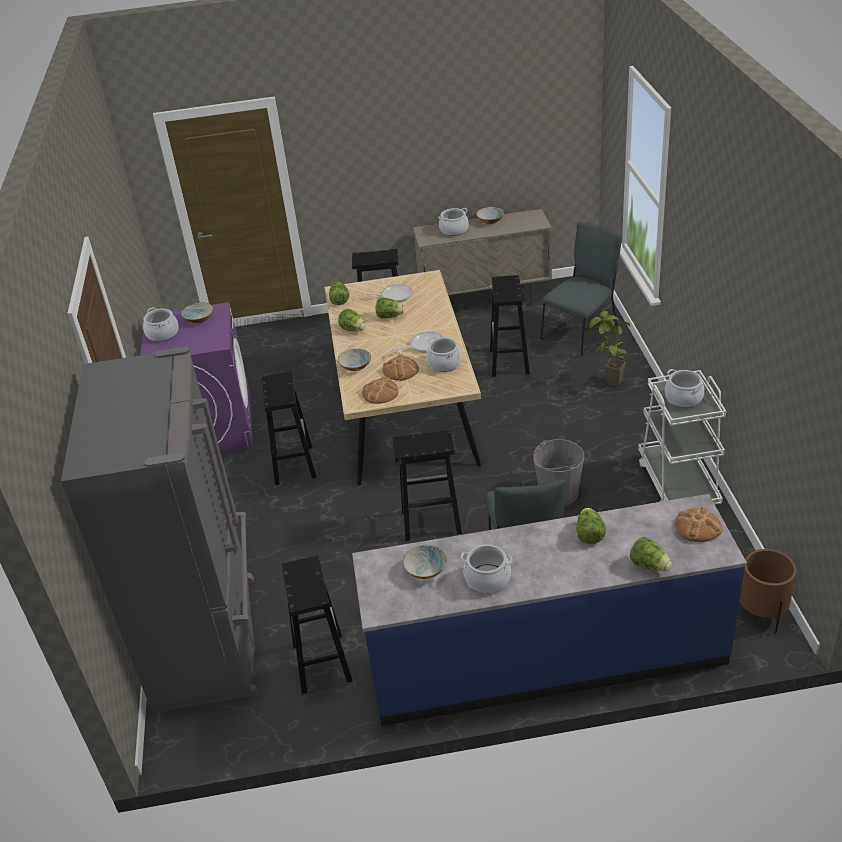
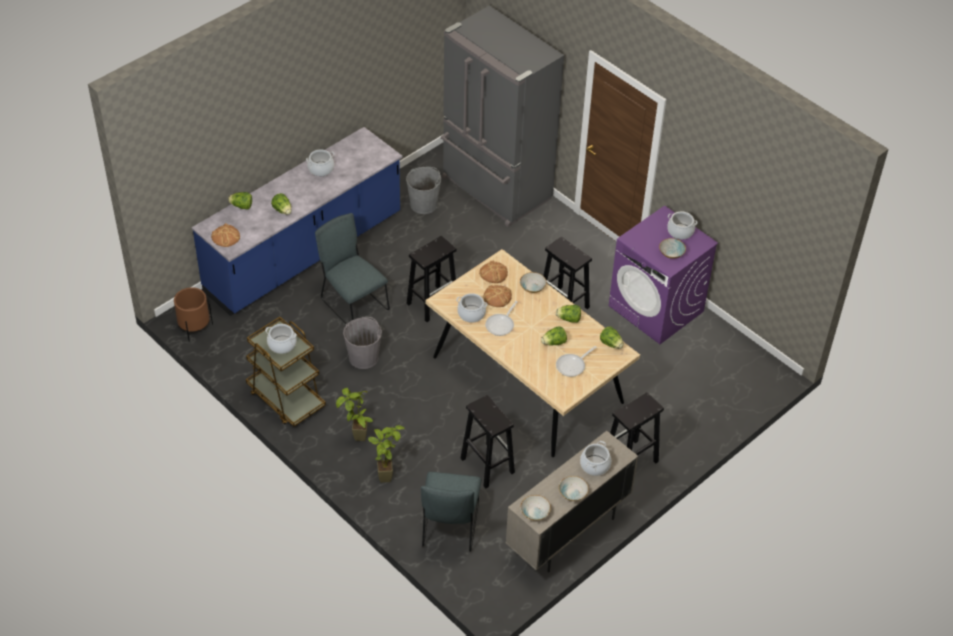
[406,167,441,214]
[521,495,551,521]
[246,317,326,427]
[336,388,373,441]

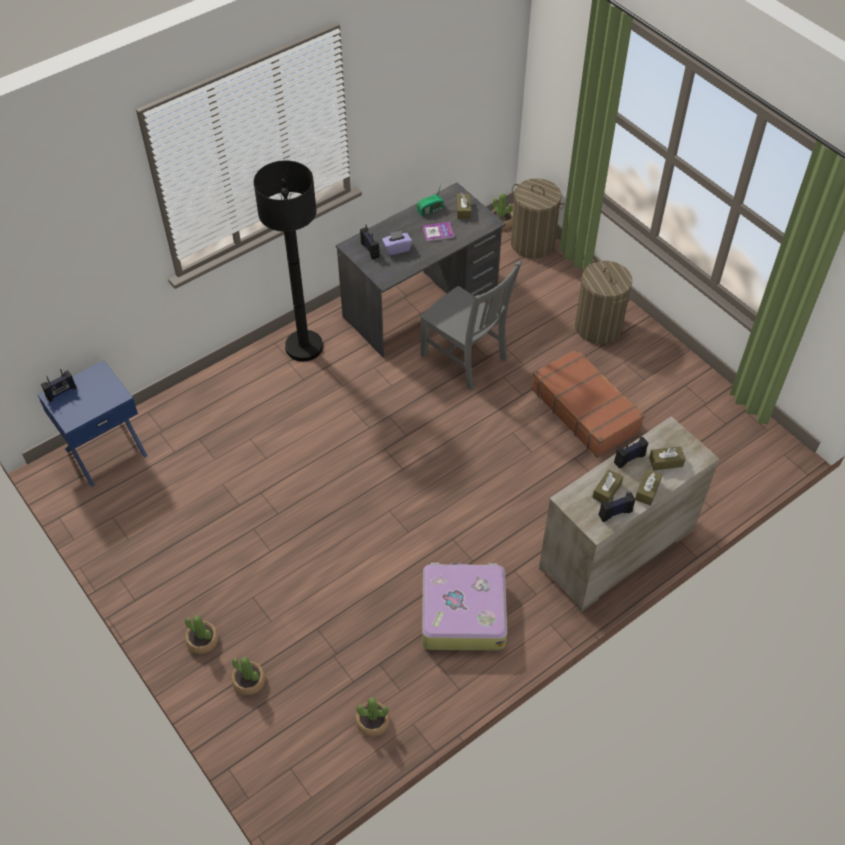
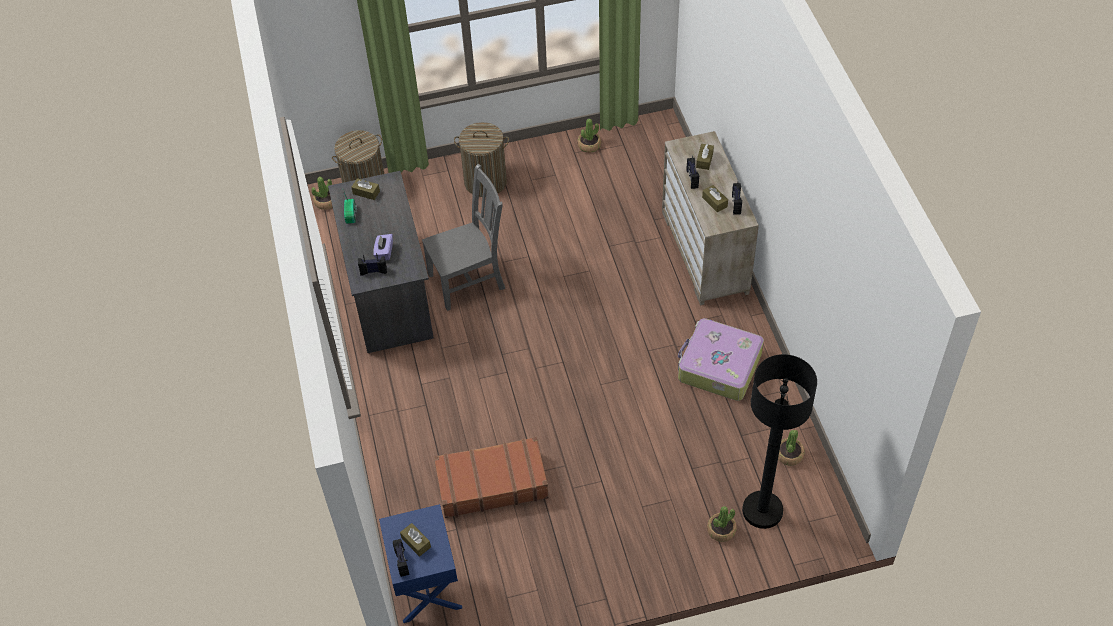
[577,119,601,153]
[742,354,817,529]
[423,222,454,242] (first image)
[434,437,549,518]
[400,523,431,557]

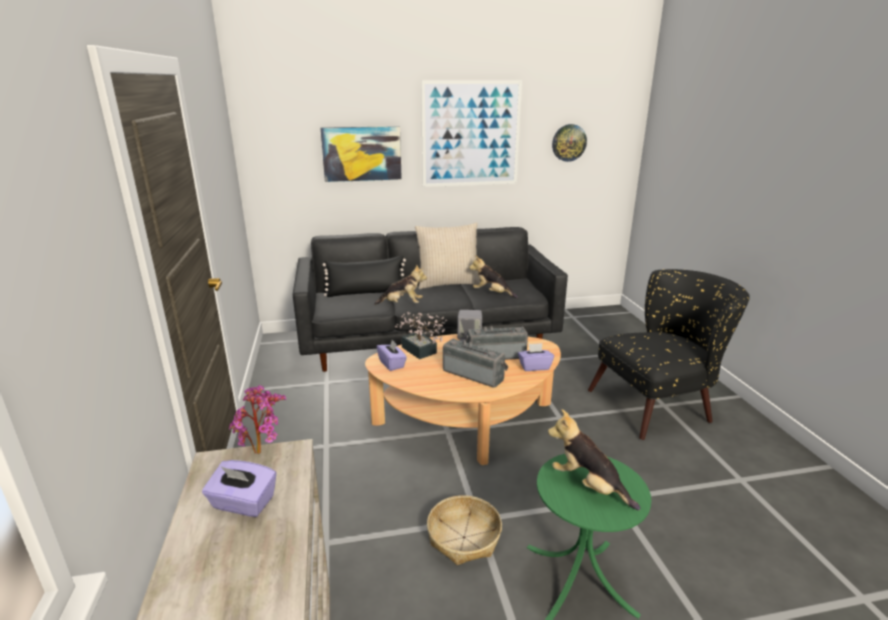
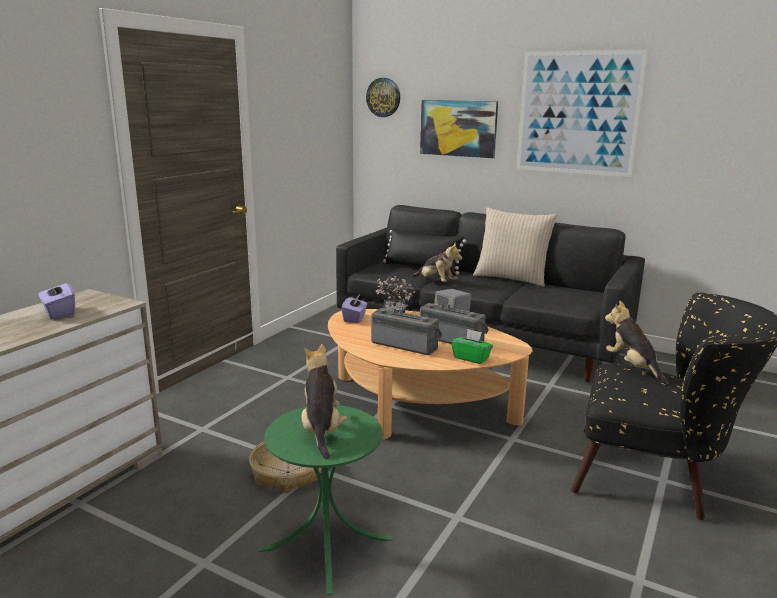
[229,385,286,454] (first image)
[371,308,442,355]
[605,300,668,385]
[451,329,493,364]
[366,78,400,117]

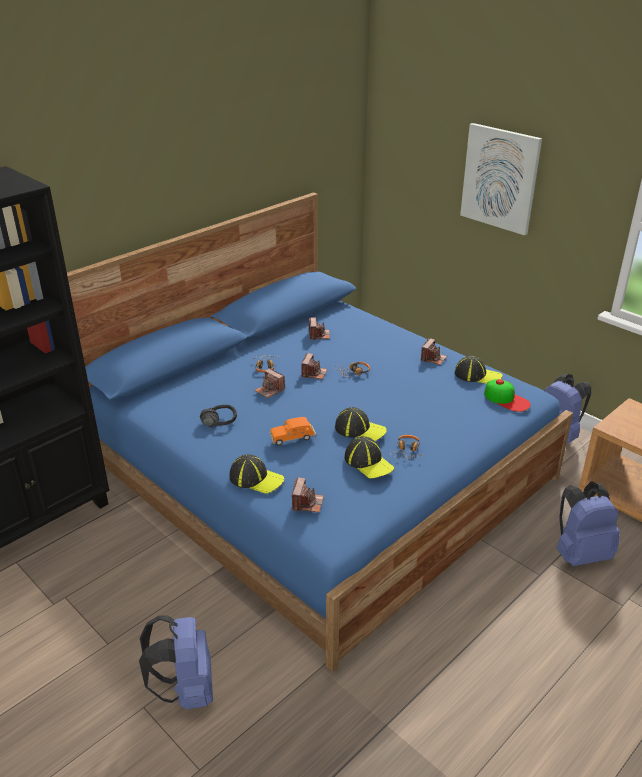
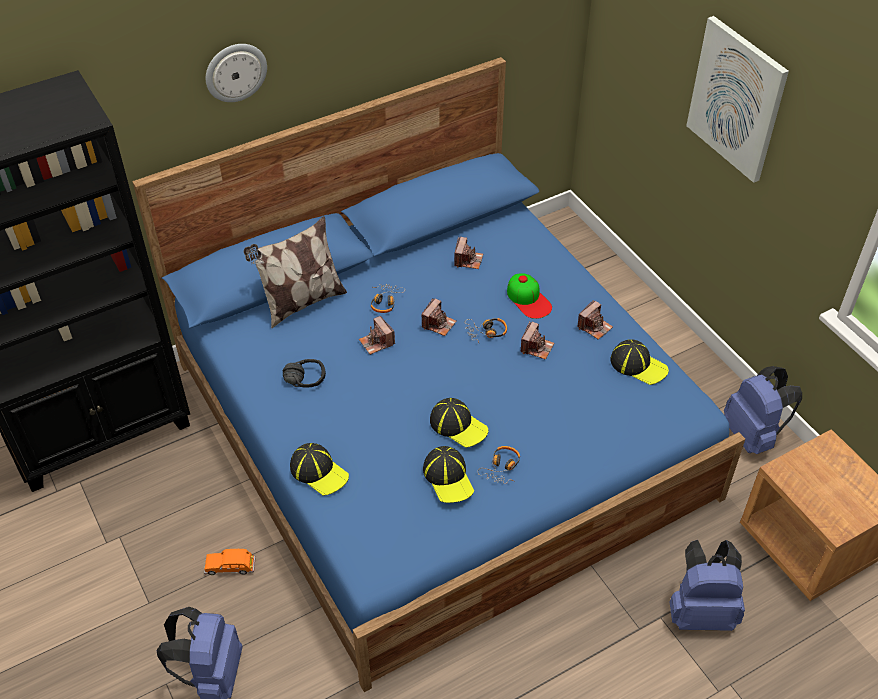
[204,549,256,575]
[521,321,554,360]
[507,273,552,319]
[206,44,267,102]
[244,216,347,328]

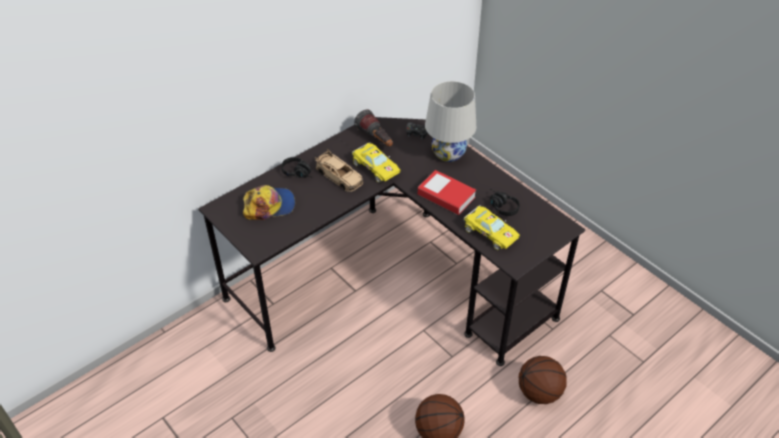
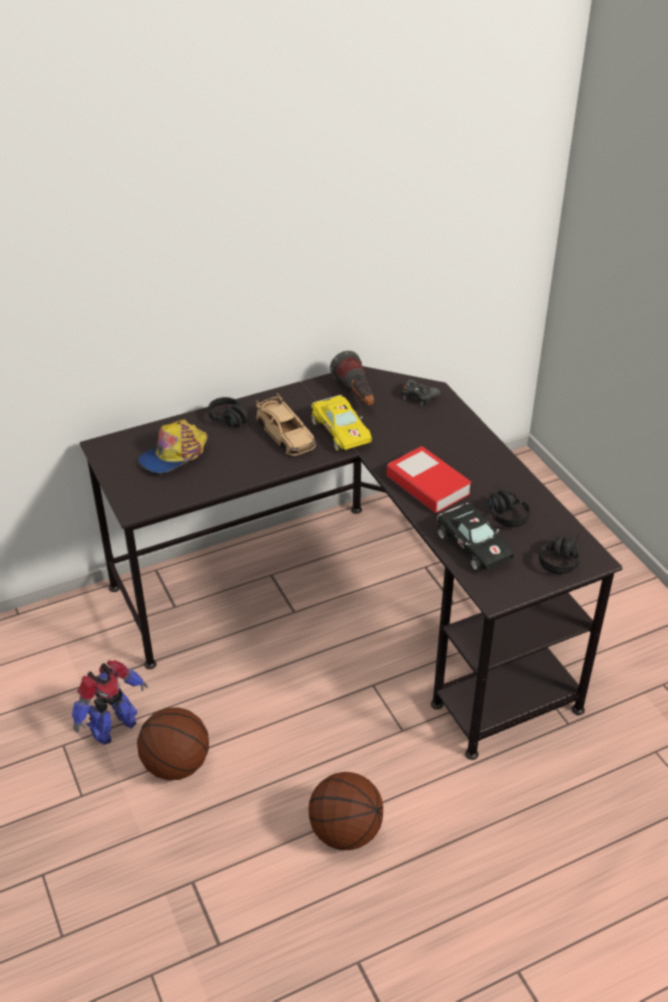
[138,420,207,473]
[425,81,476,162] (first image)
[437,503,514,571]
[137,707,209,780]
[72,660,148,745]
[539,533,580,574]

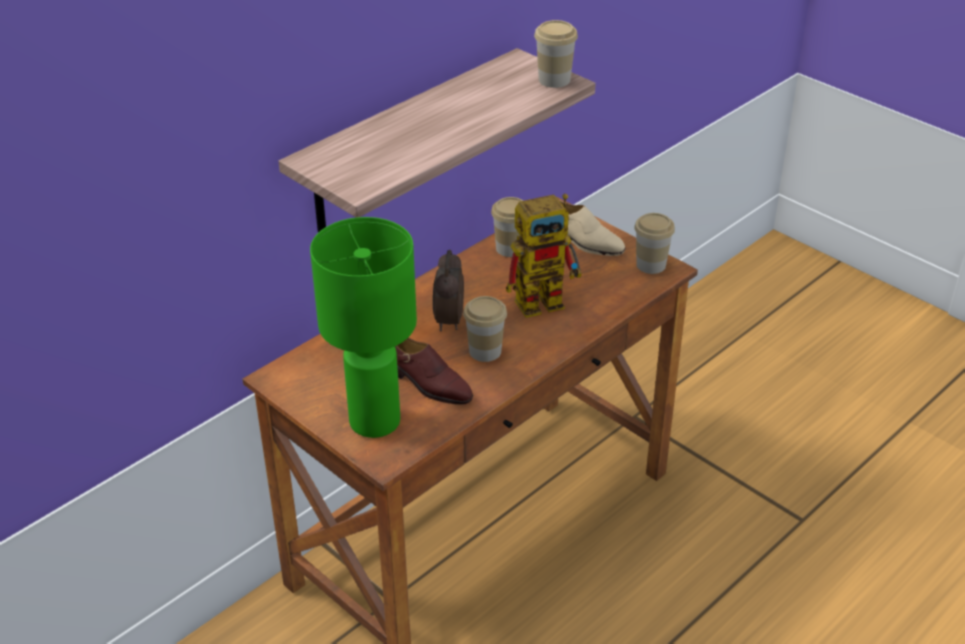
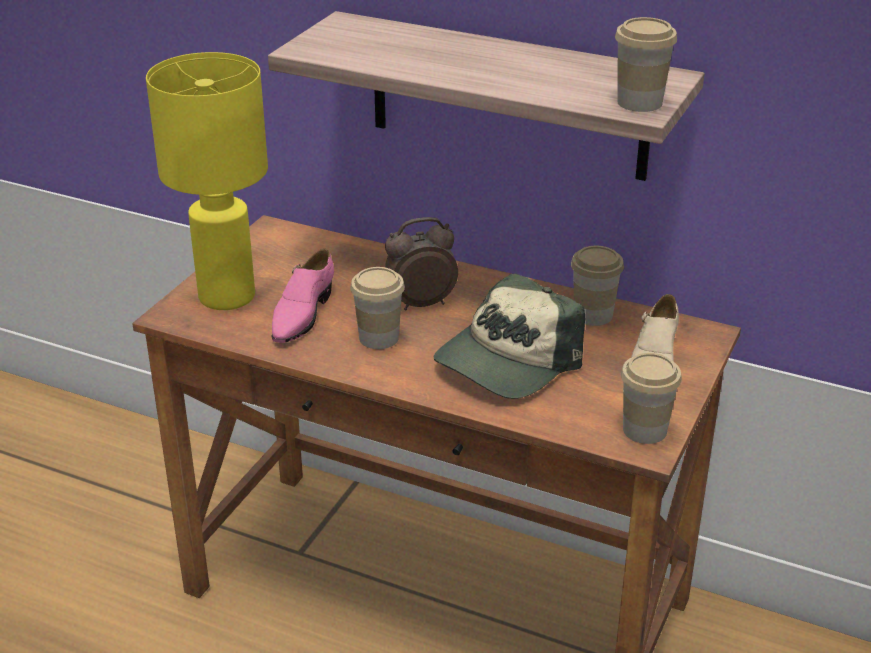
[146,52,268,310]
[272,249,334,343]
[434,274,585,399]

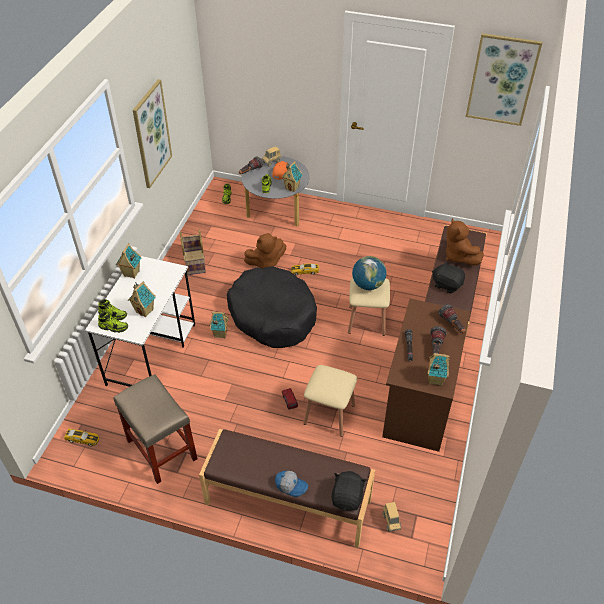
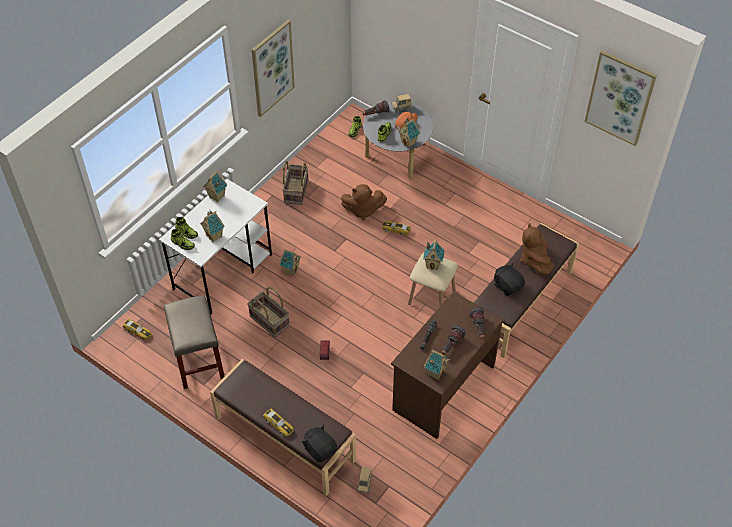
[227,266,317,348] (first image)
[263,409,294,437]
[303,365,357,437] (first image)
[302,425,337,462]
[423,239,445,270]
[247,287,290,337]

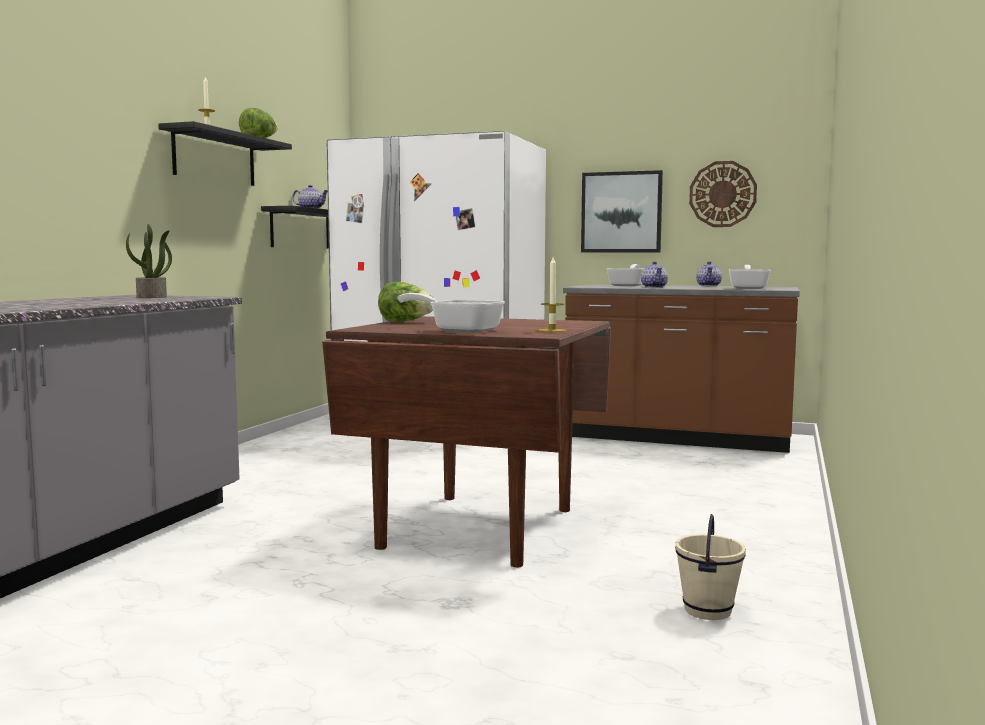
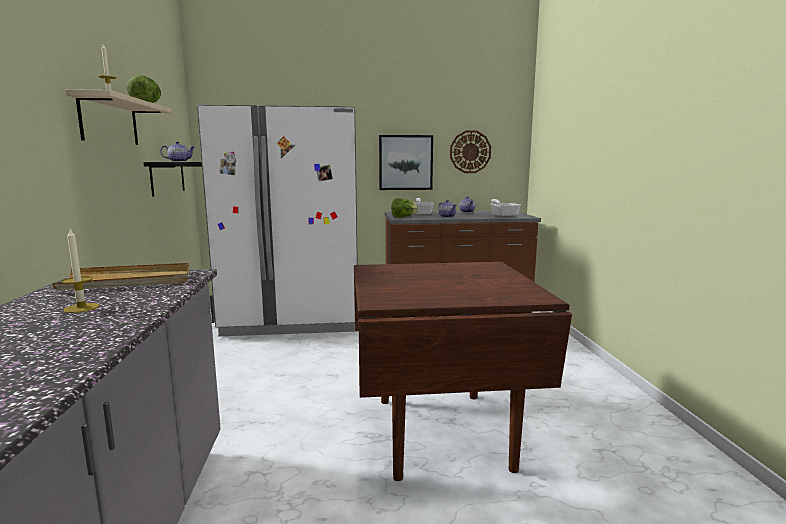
[52,263,190,290]
[65,89,172,145]
[391,198,419,218]
[398,293,505,333] (first image)
[62,229,99,313]
[675,514,746,620] (first image)

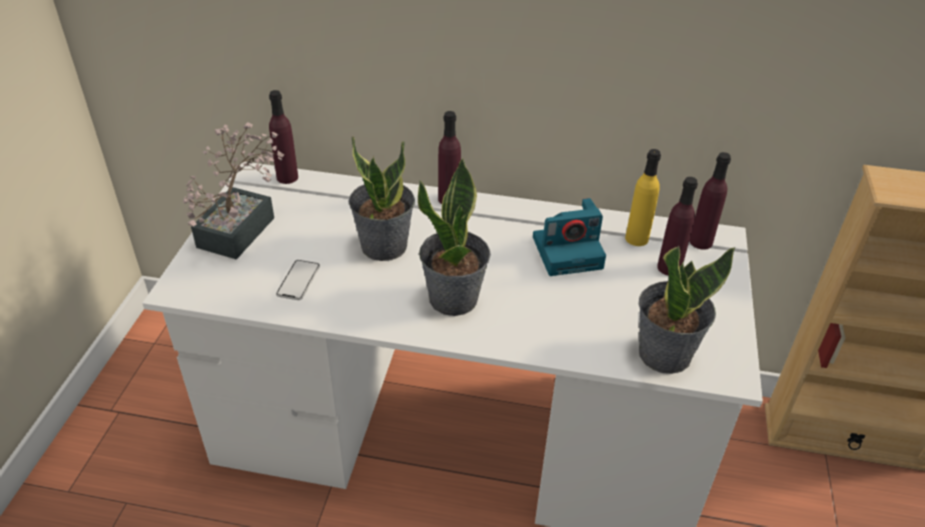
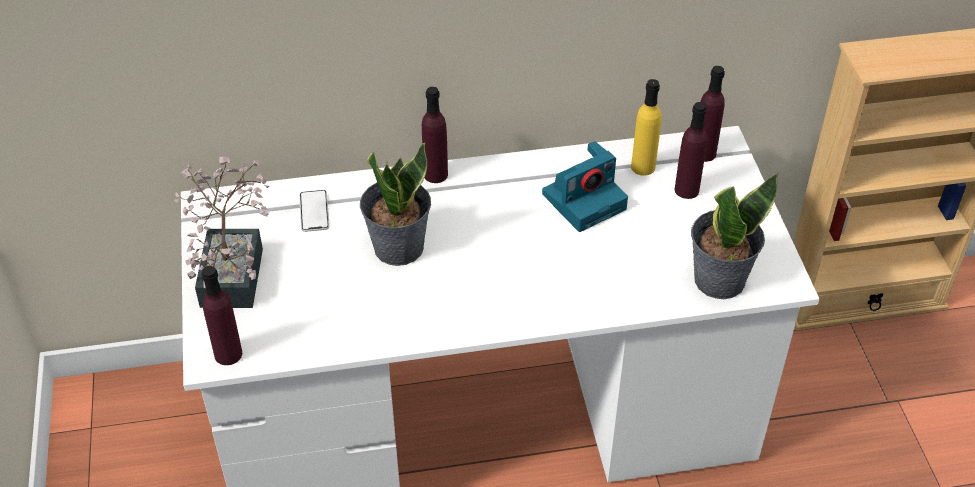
[201,266,242,365]
[299,190,329,232]
[418,158,491,316] (first image)

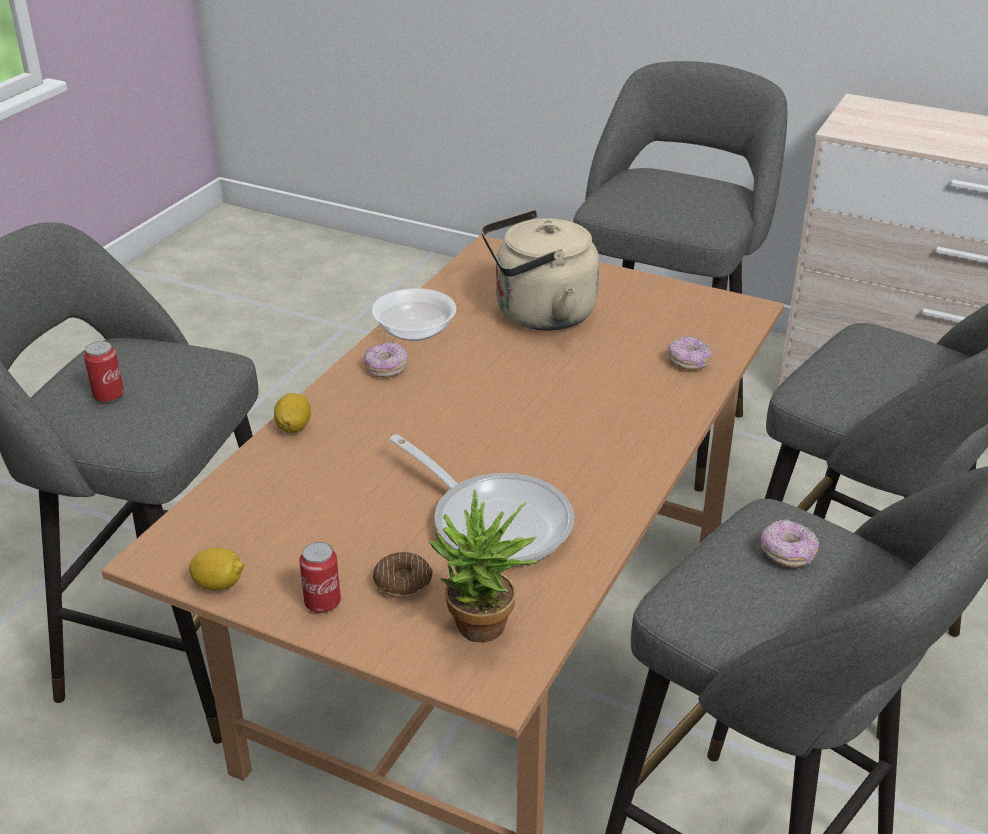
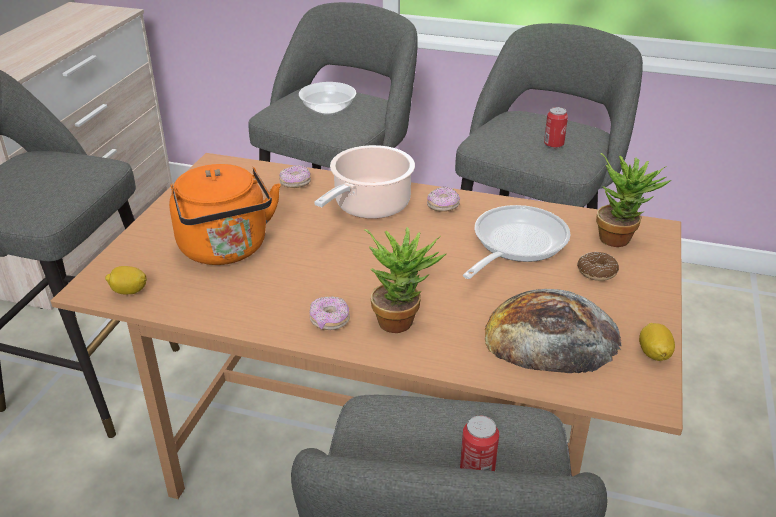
[105,266,147,295]
[544,107,568,148]
[299,82,356,115]
[169,164,281,265]
[427,187,460,212]
[314,145,415,219]
[365,227,446,333]
[485,289,622,373]

